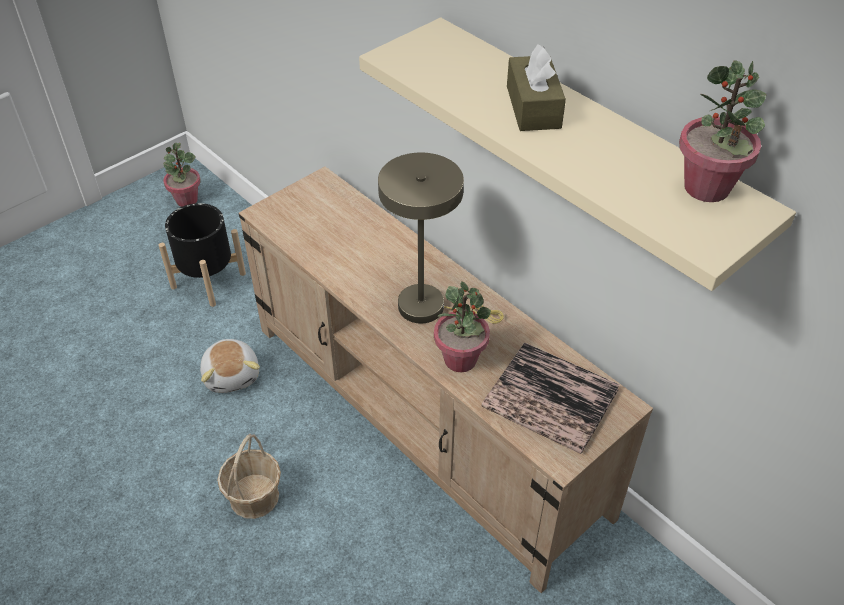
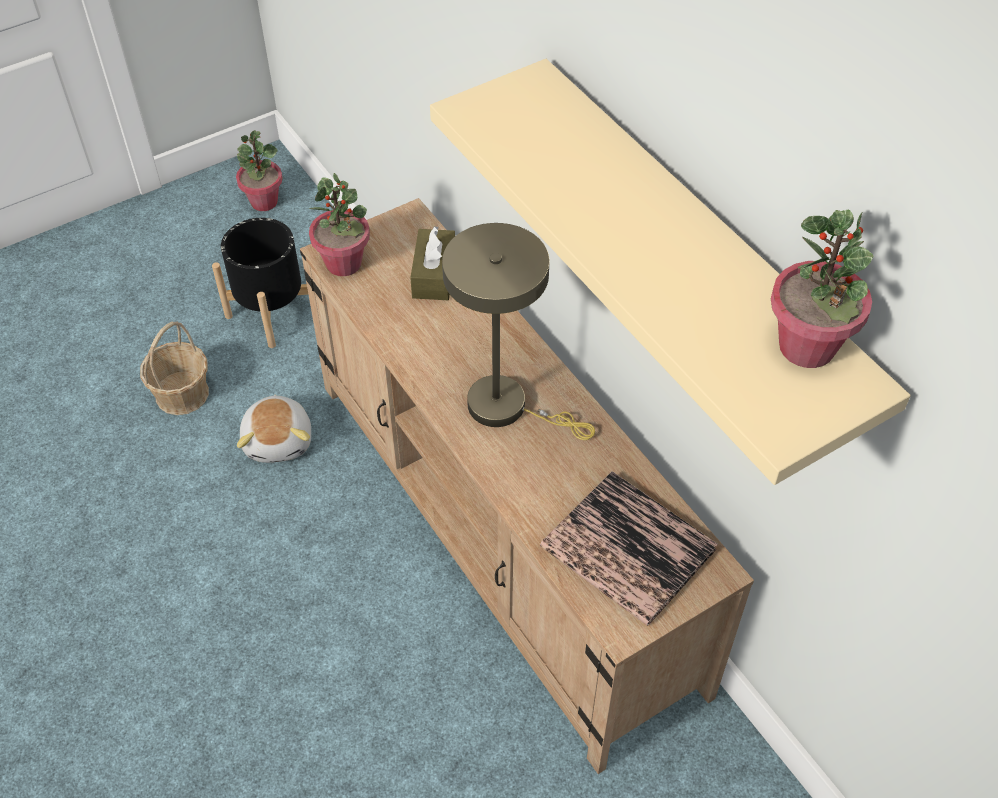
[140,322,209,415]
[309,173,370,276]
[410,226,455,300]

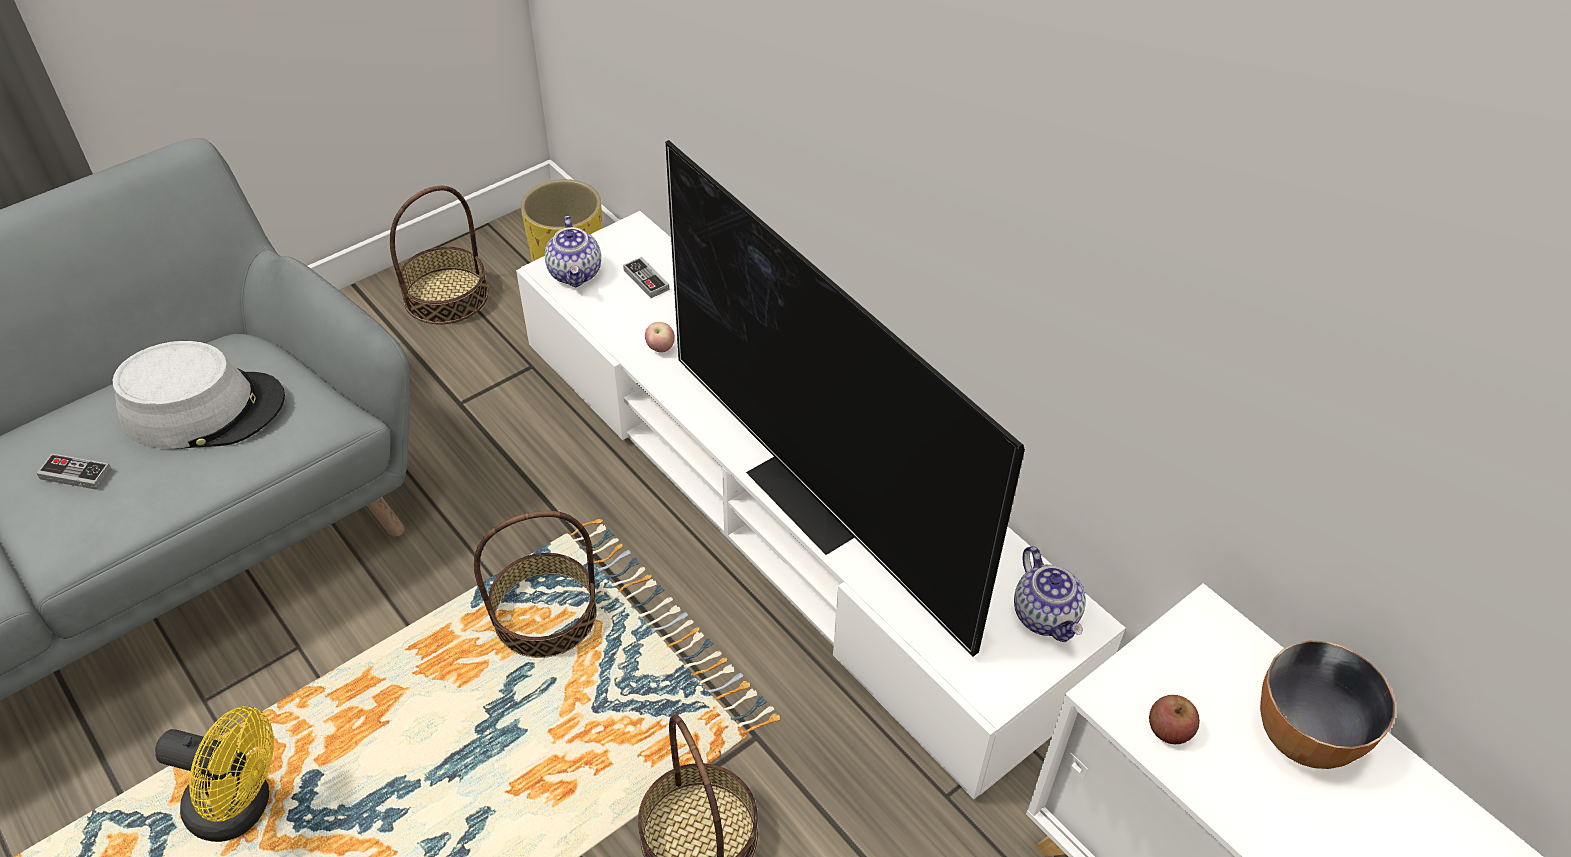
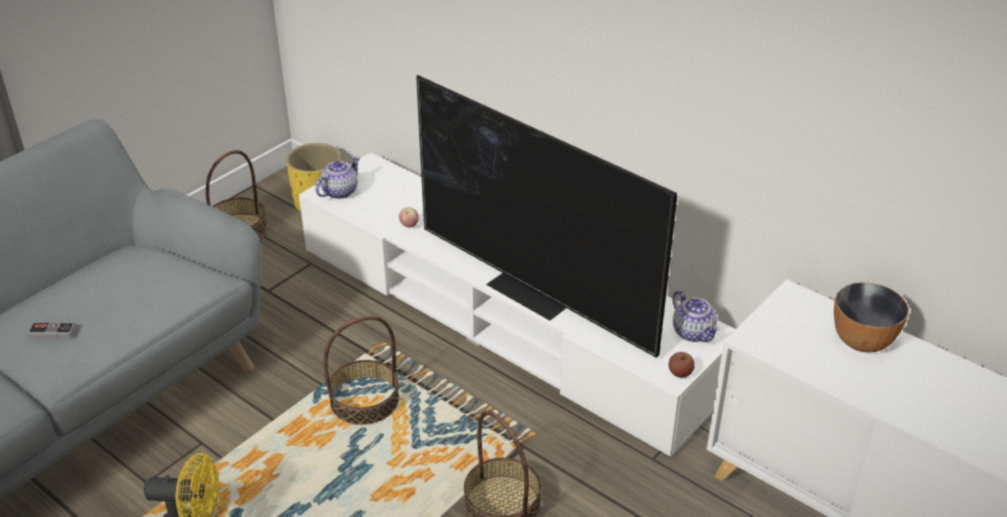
[113,341,285,449] (first image)
[315,156,360,199]
[623,257,670,298] (first image)
[669,352,695,378]

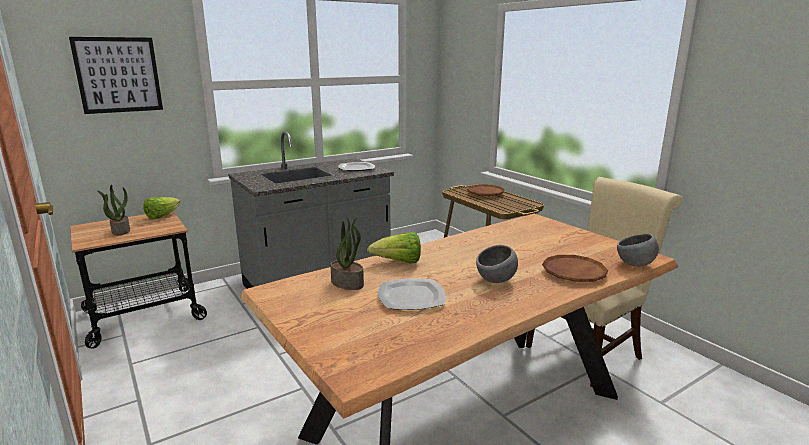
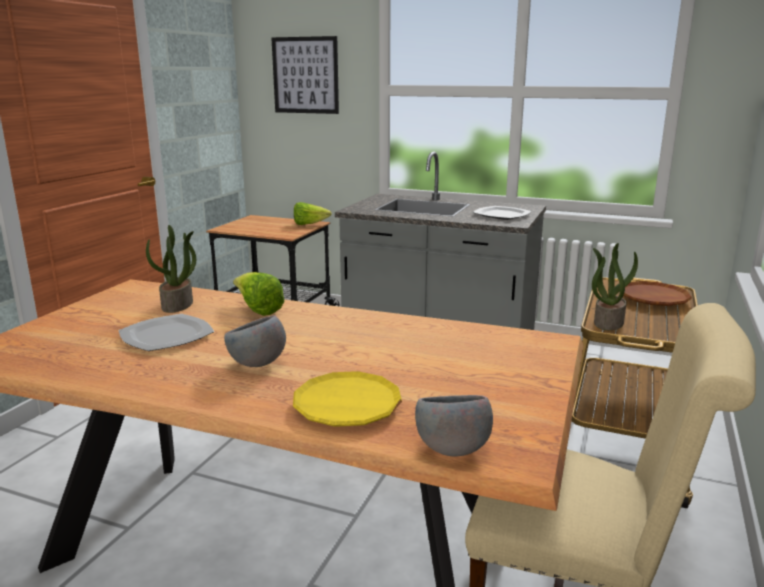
[592,243,638,330]
[293,371,402,427]

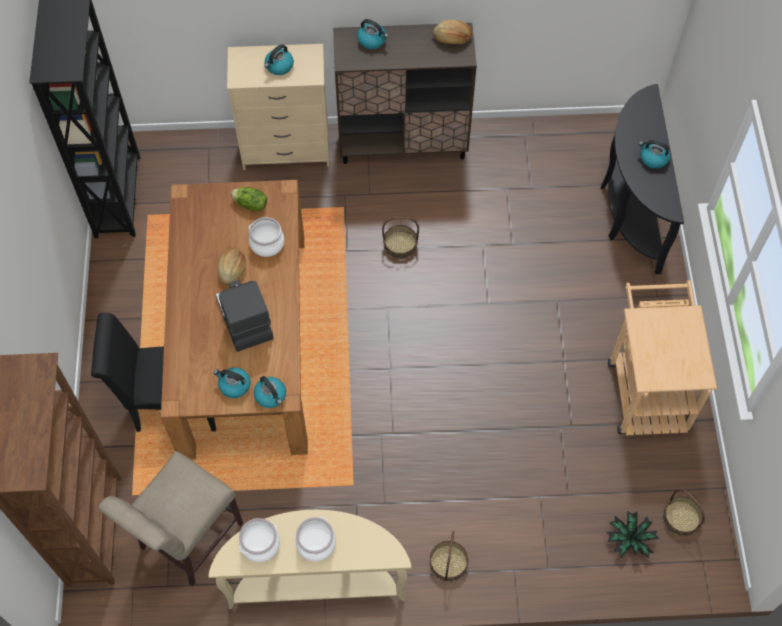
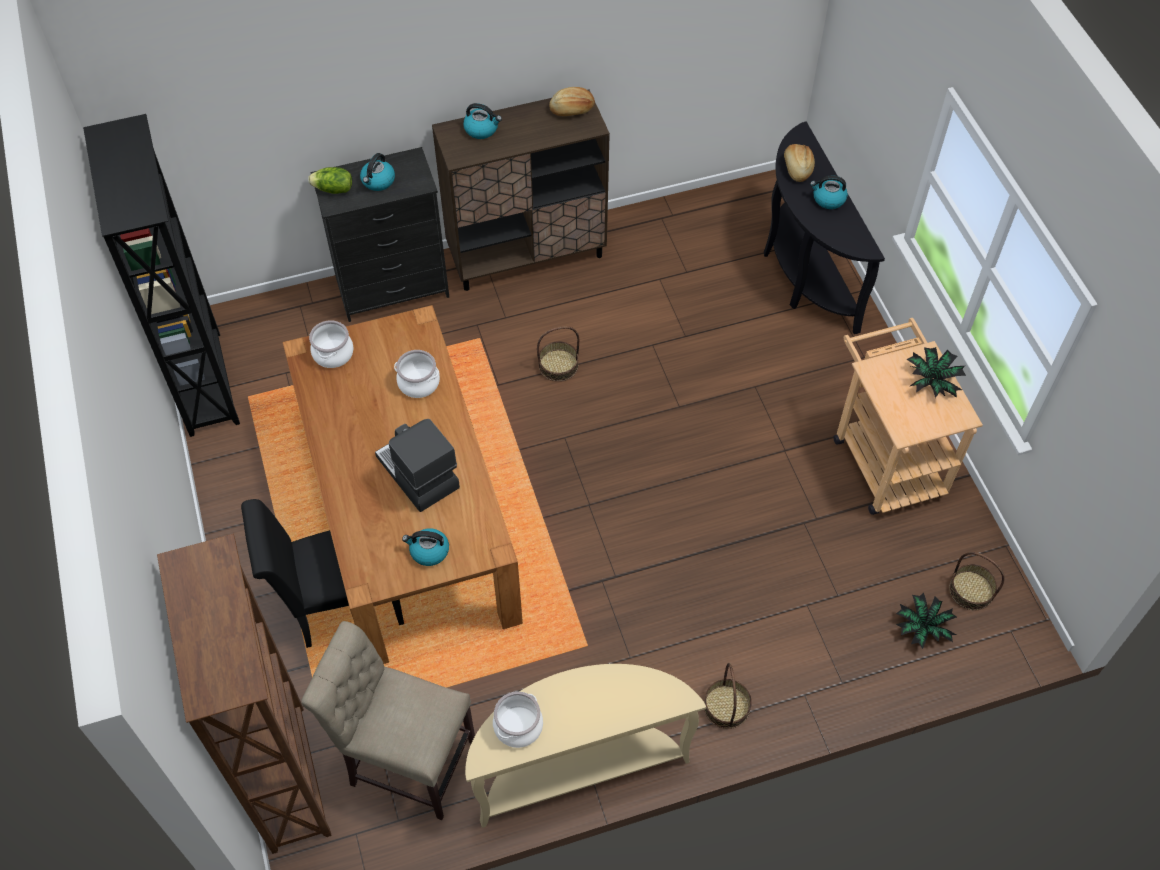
[301,621,475,820]
[784,144,815,182]
[310,147,449,322]
[308,167,352,194]
[254,376,286,408] (first image)
[309,320,353,368]
[906,347,966,398]

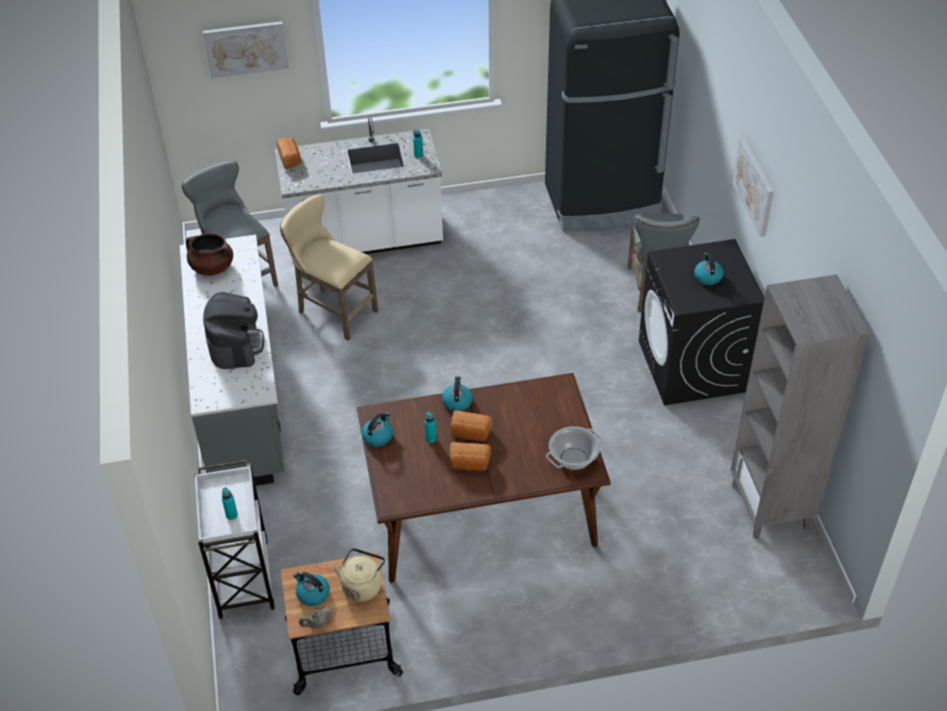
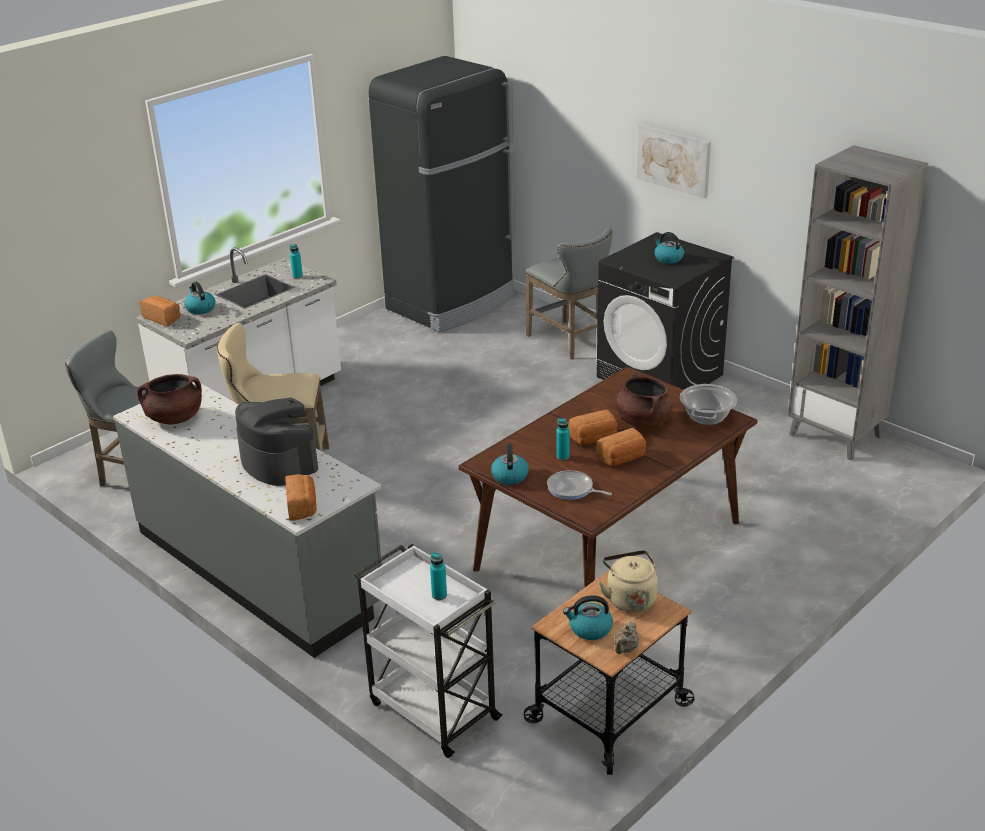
[203,21,289,78] (first image)
[184,282,215,314]
[285,474,317,521]
[547,470,612,500]
[615,372,673,428]

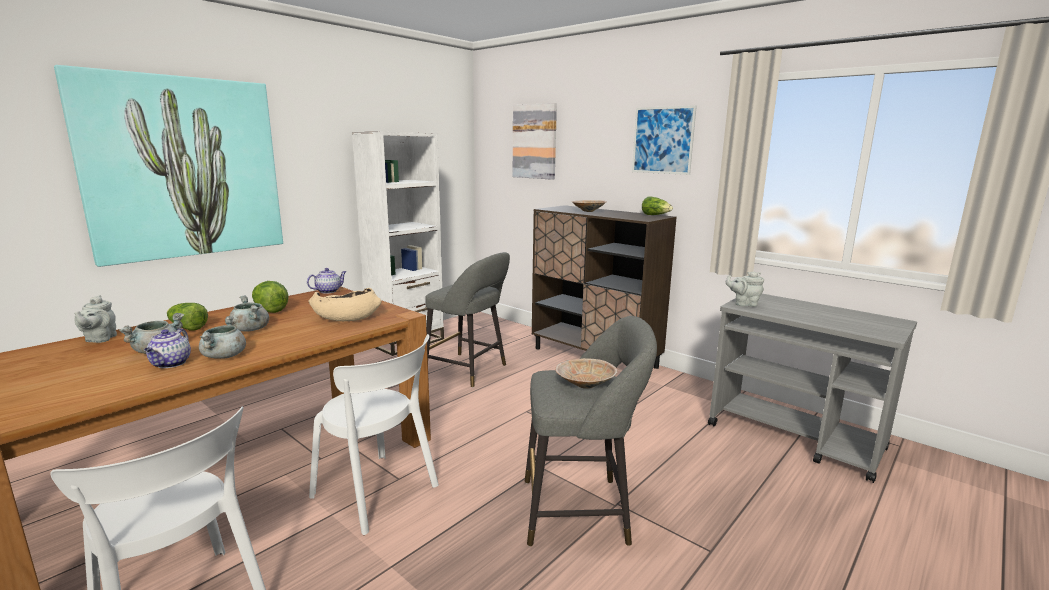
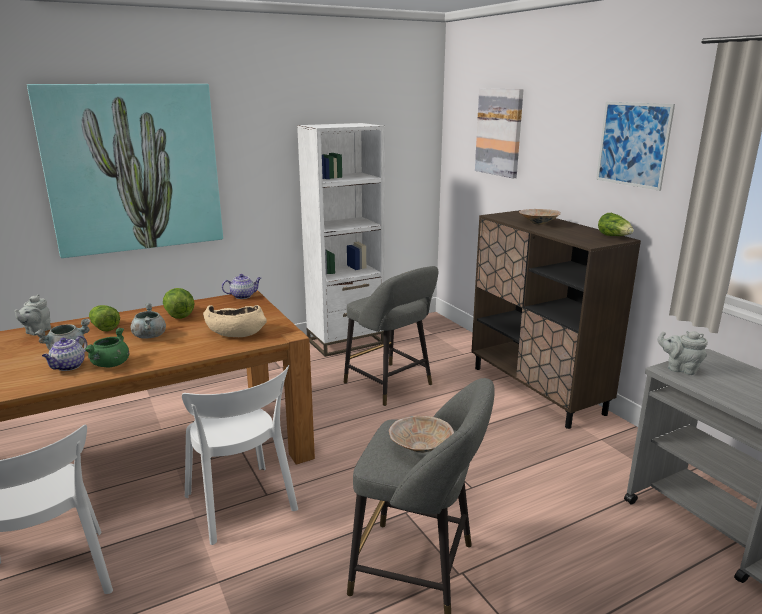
[84,328,129,367]

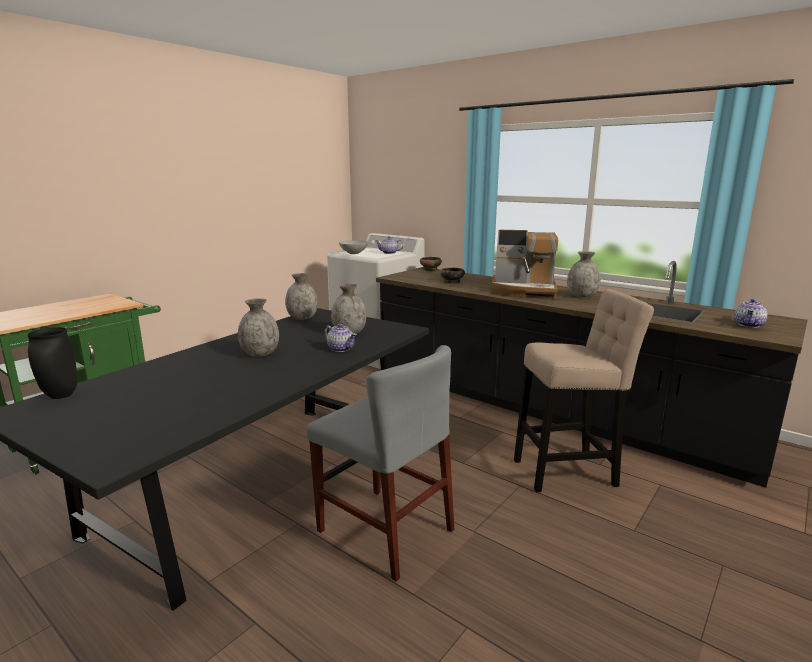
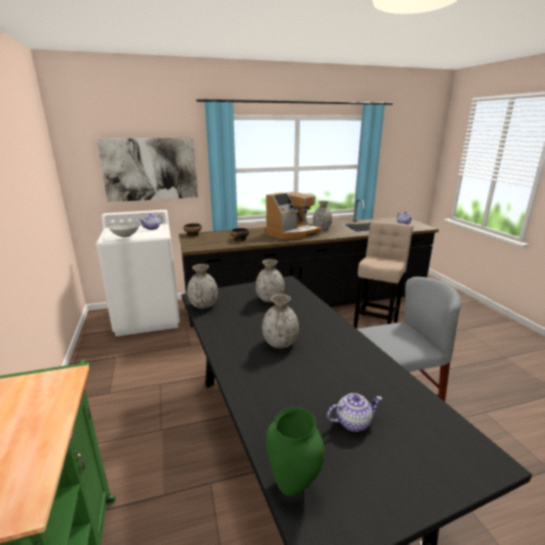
[266,407,325,496]
[327,393,382,432]
[97,138,198,202]

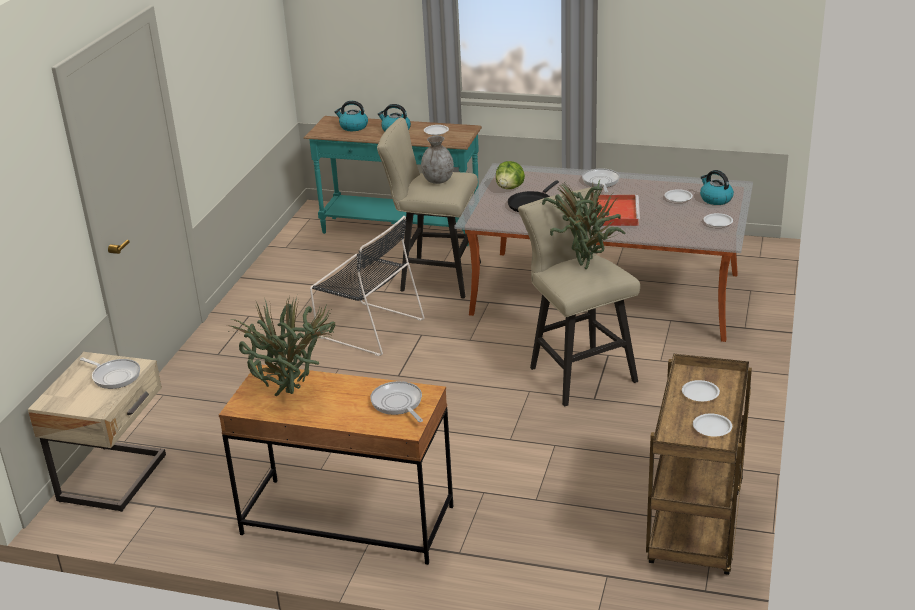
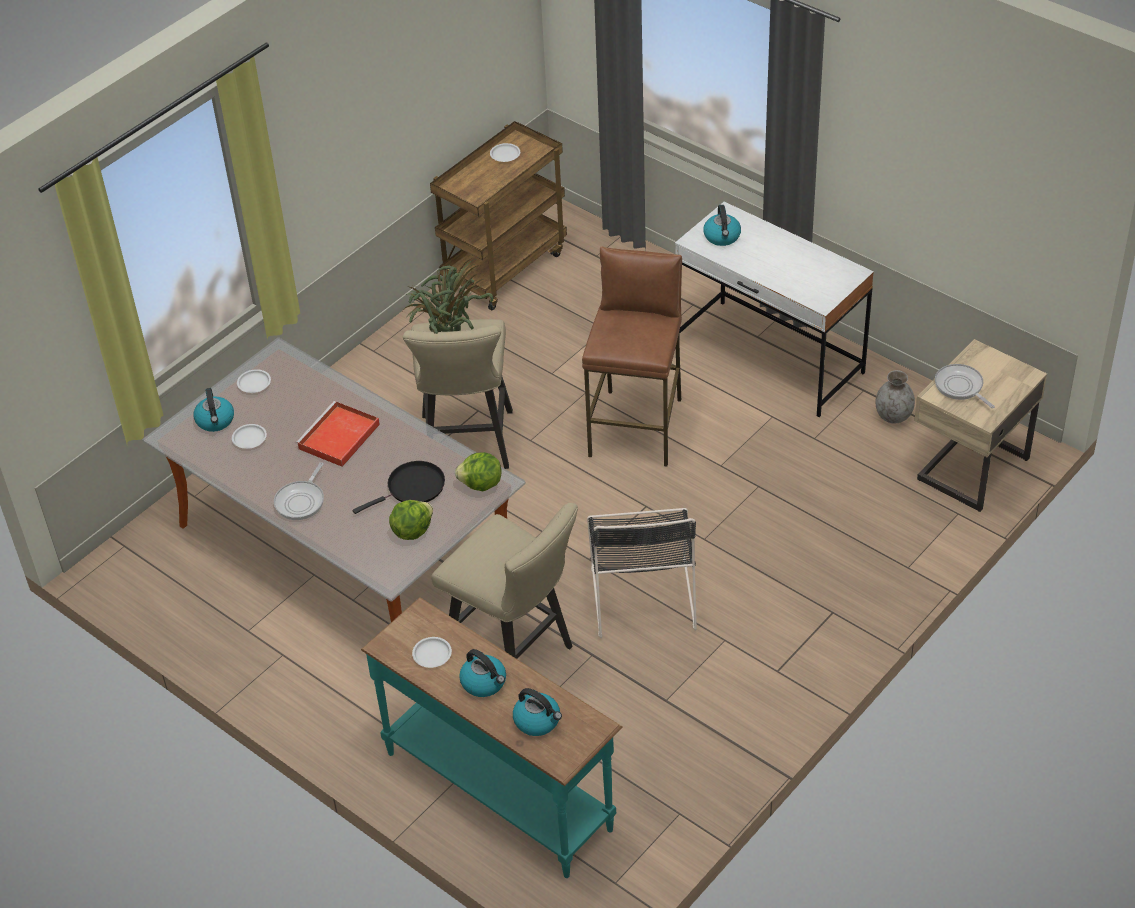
[675,202,874,417]
[228,295,335,396] (first image)
[587,508,697,638]
[703,205,741,246]
[875,370,915,424]
[682,380,720,402] (first image)
[455,452,502,491]
[582,246,682,466]

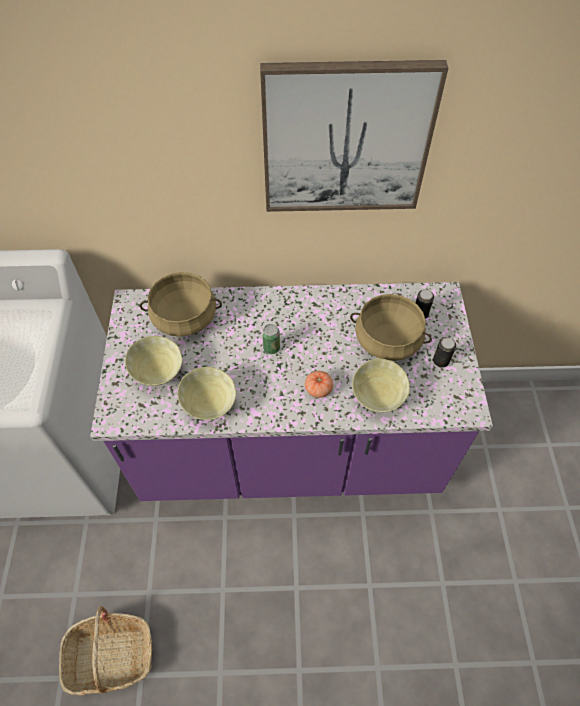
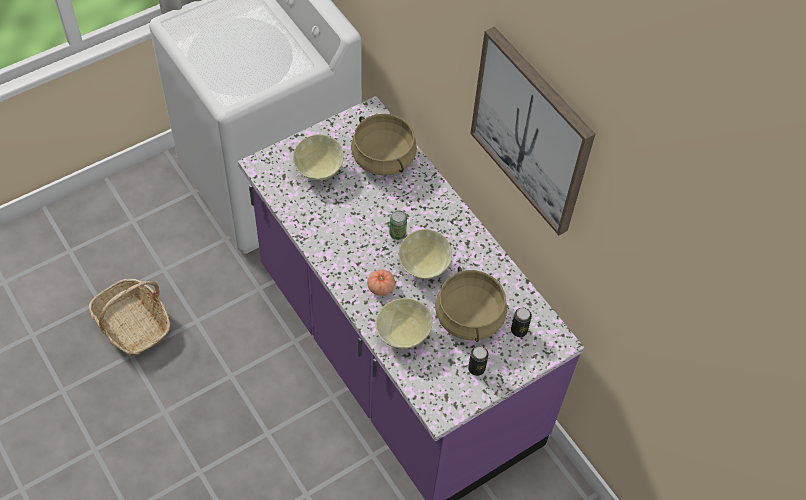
[399,229,452,279]

